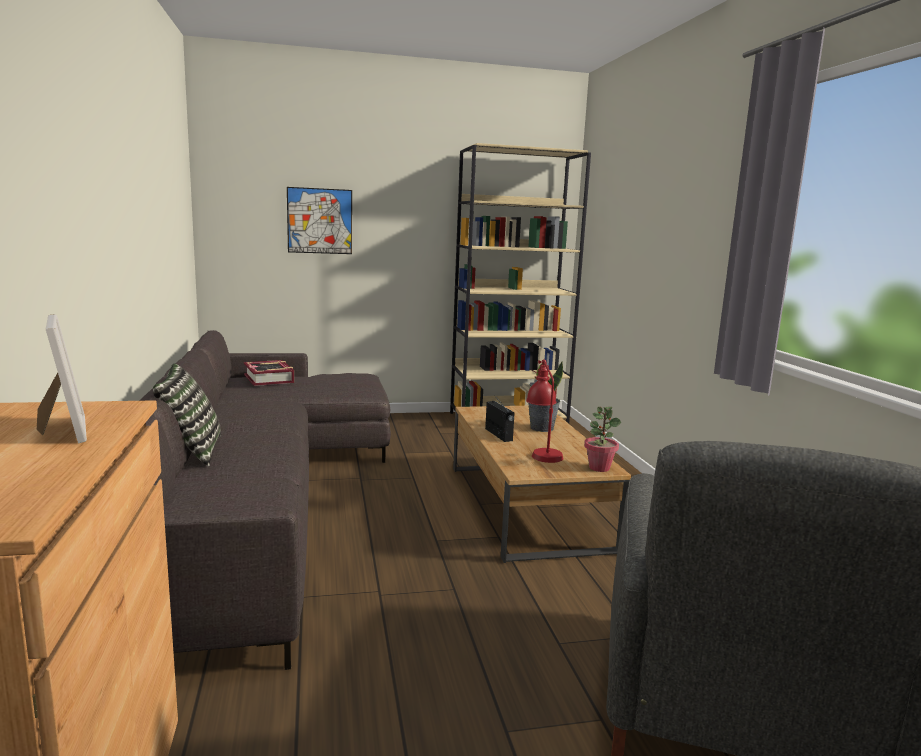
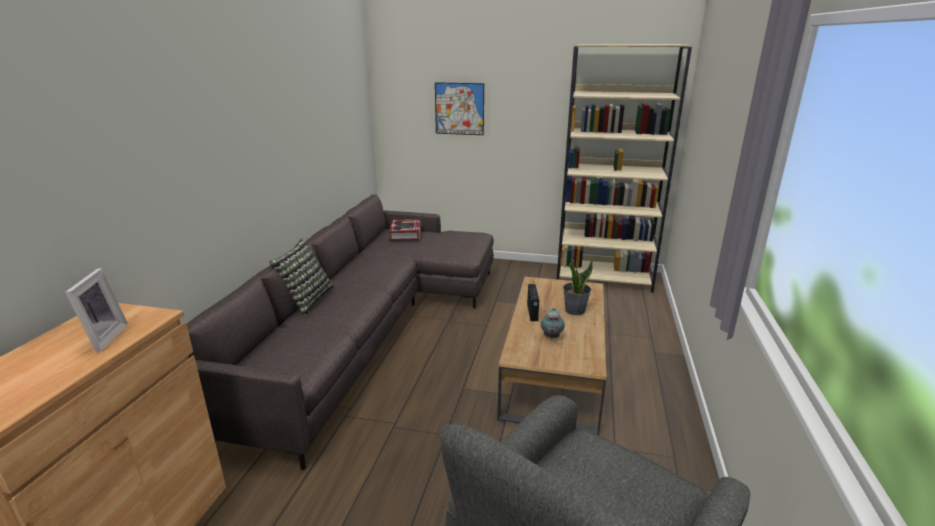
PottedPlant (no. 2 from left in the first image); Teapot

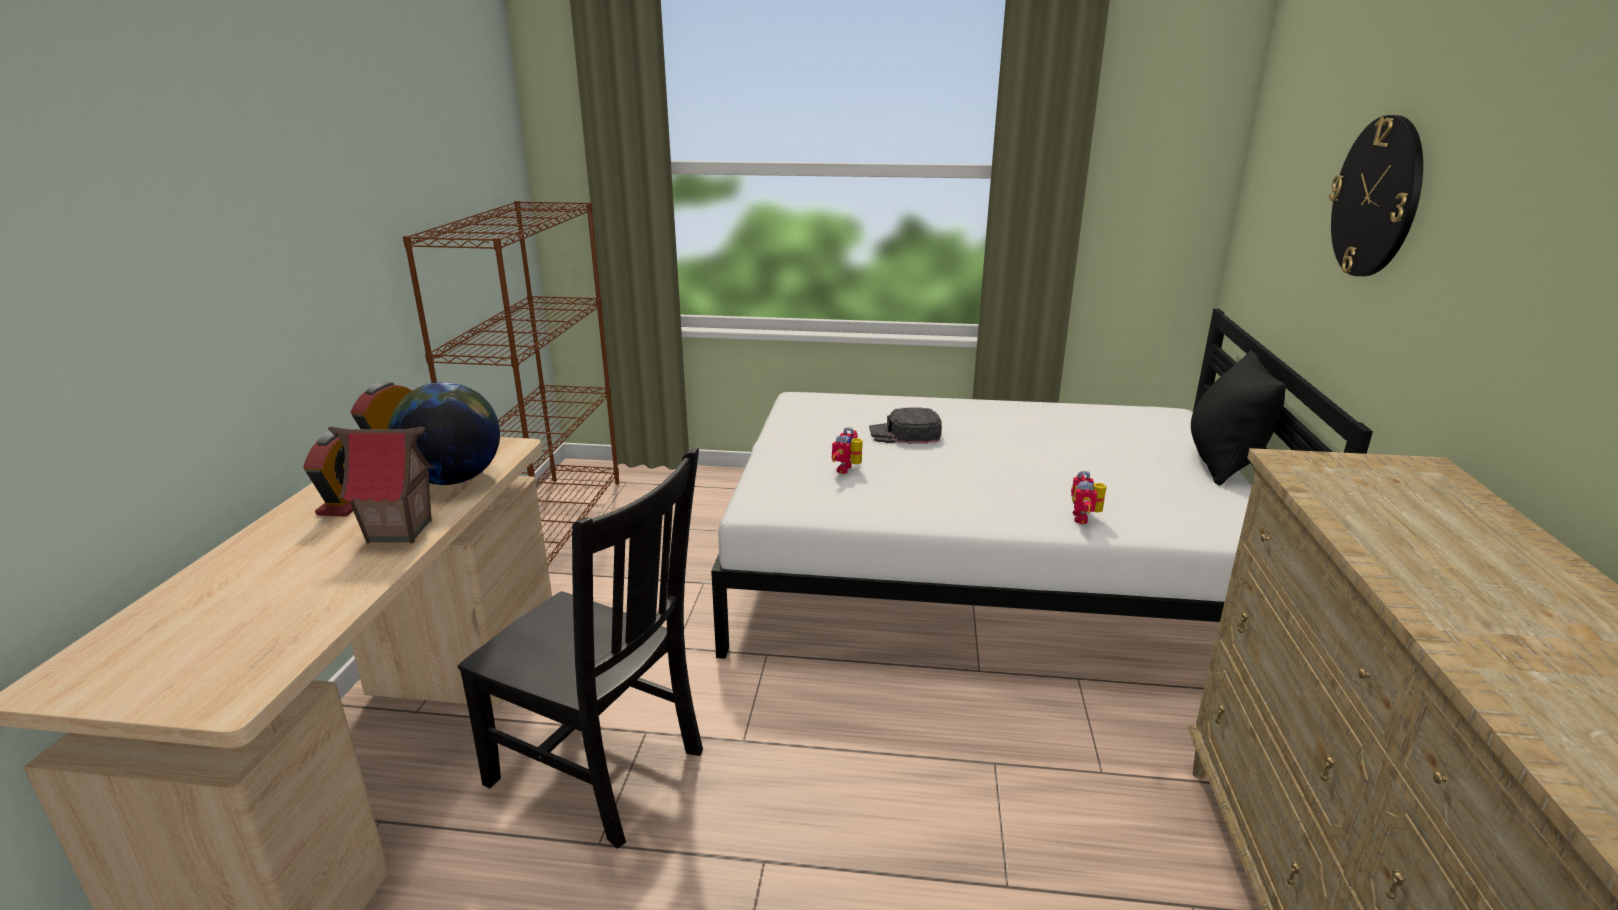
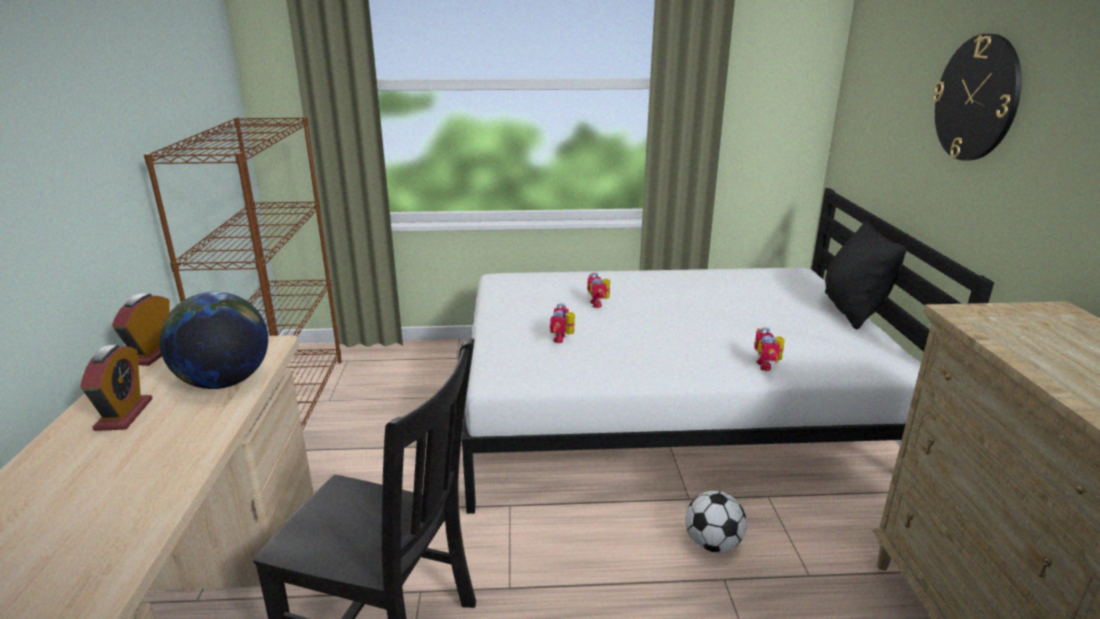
ToyHouse; Football; ToyRobot (no. 2 from left)

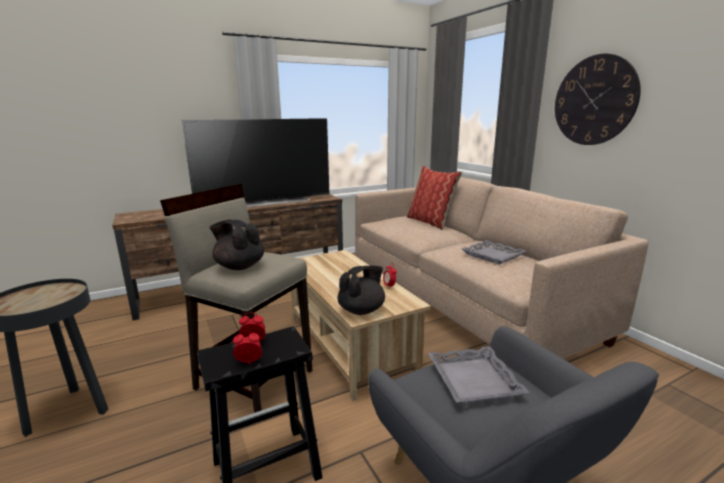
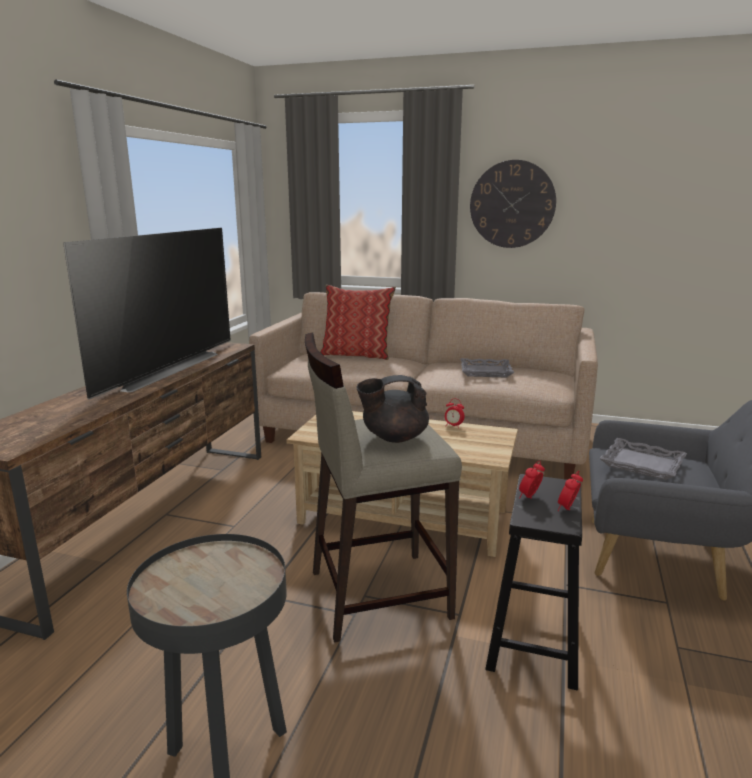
BlackTeapot (no. 2 from left in the first image)

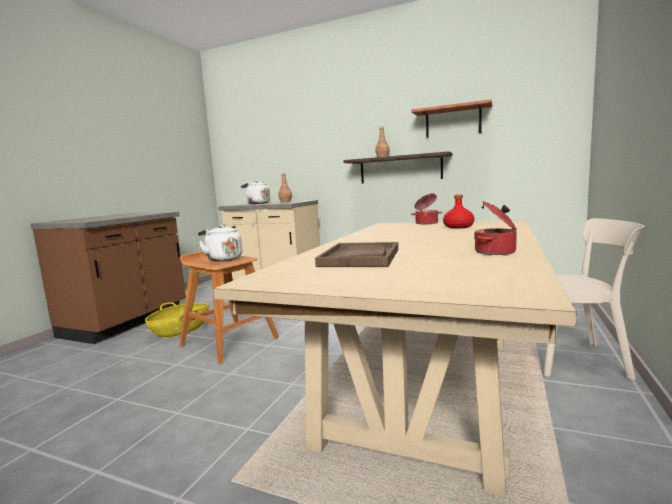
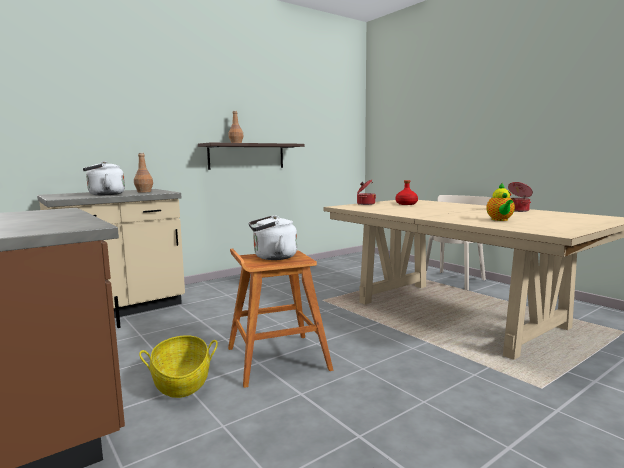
Shelf (no. 2 from left in the first image); Teapot

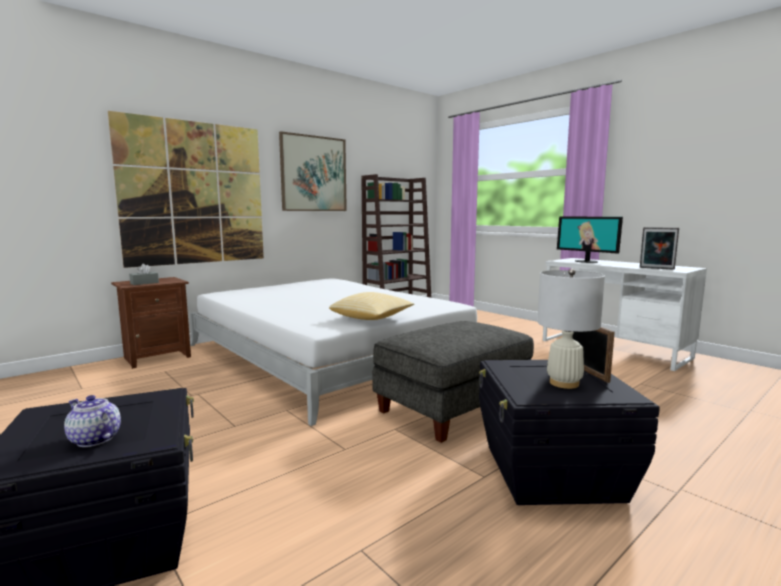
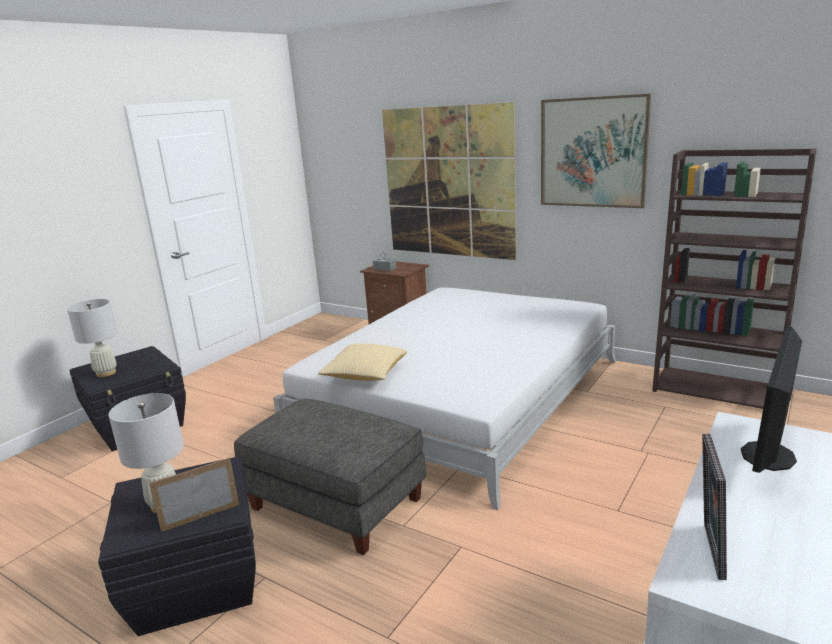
WhiteTableLamp (no. 1 from left)

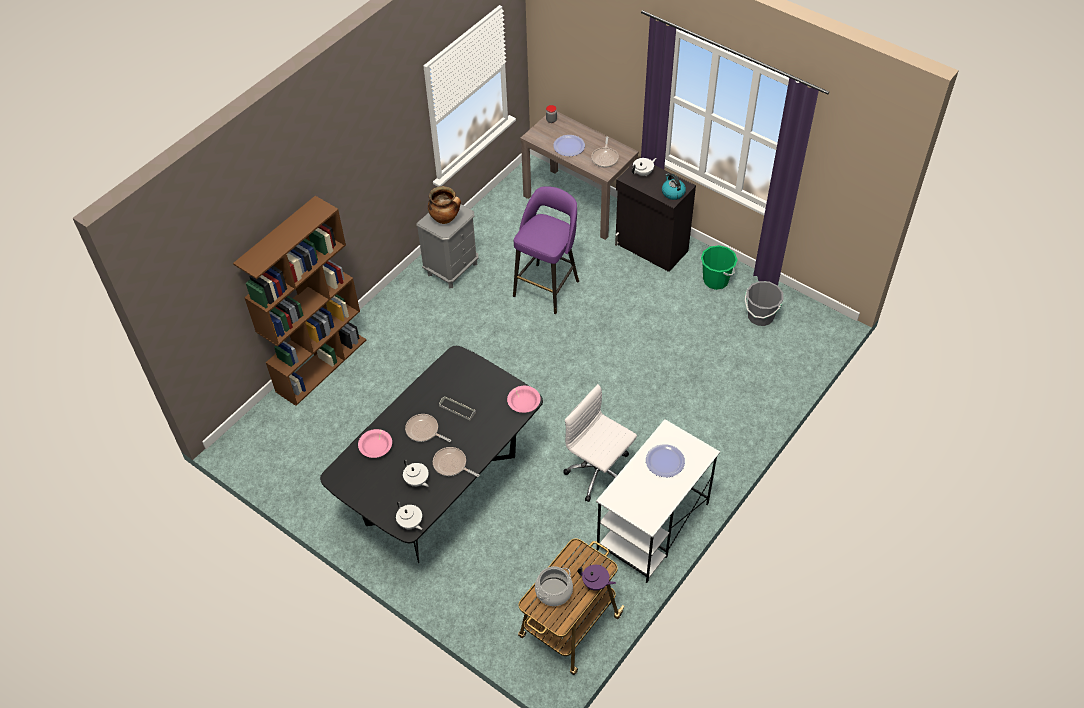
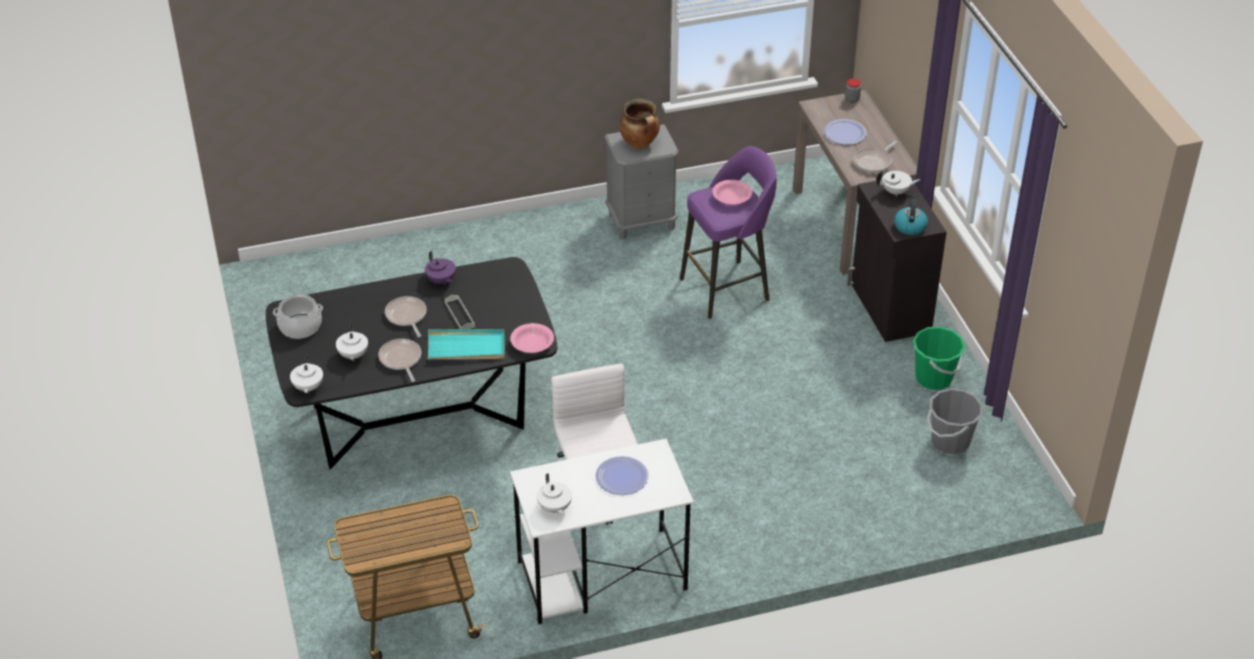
BrownBookcase; TurquoiseTray; WhiteTeapot (no. 3 from left); PinkBowl (no. 2 from left); CookingPot (no. 1 from left); PurpleTeapot

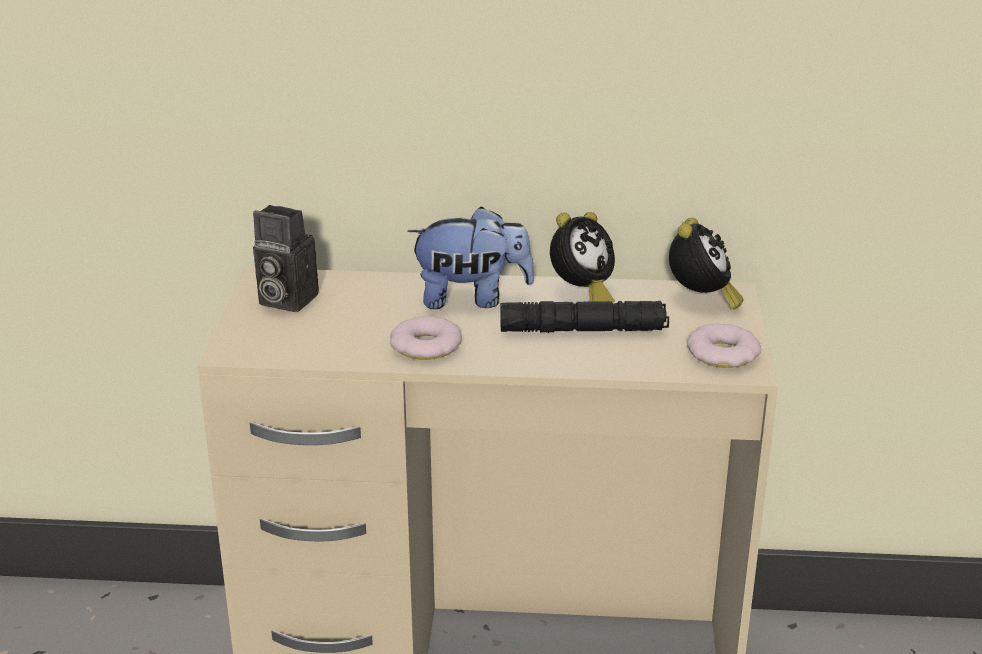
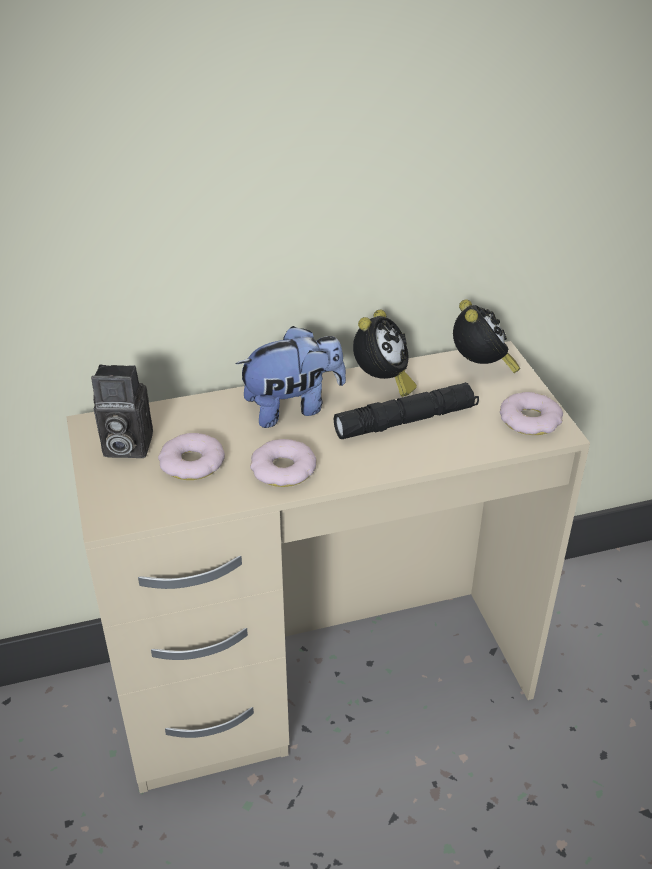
Donut (no. 1 from left)

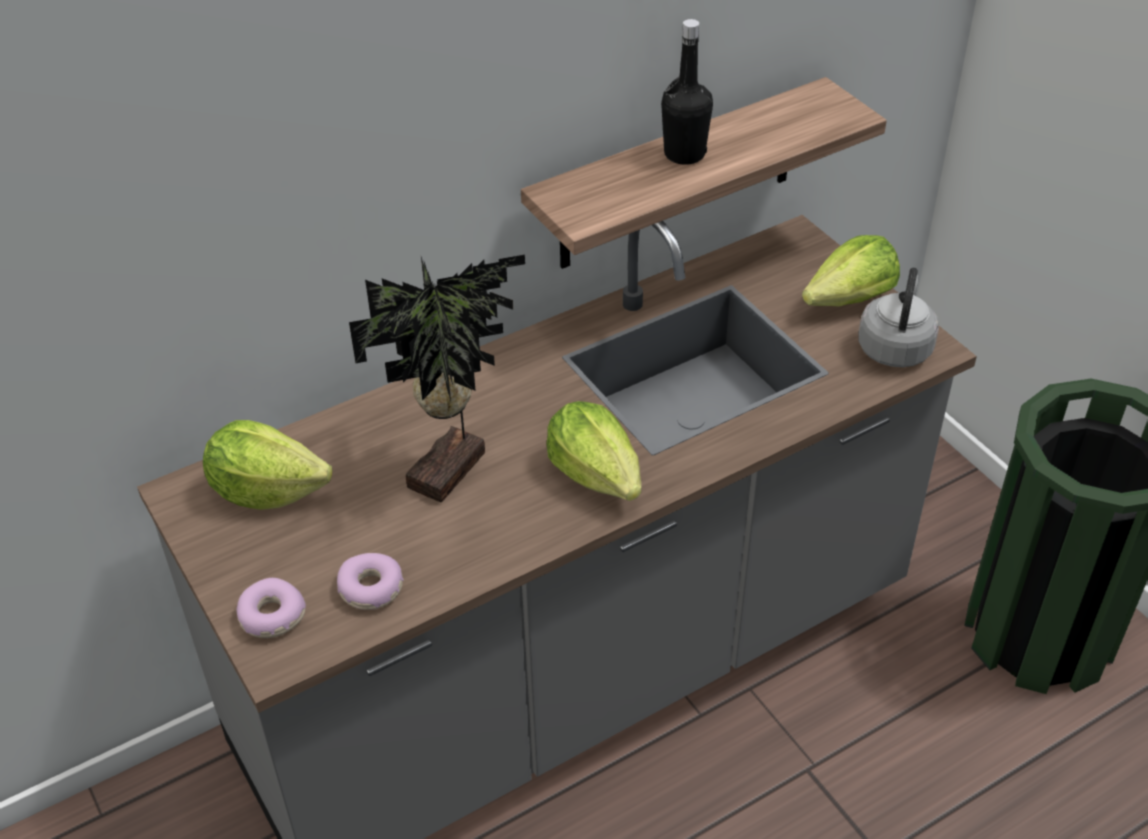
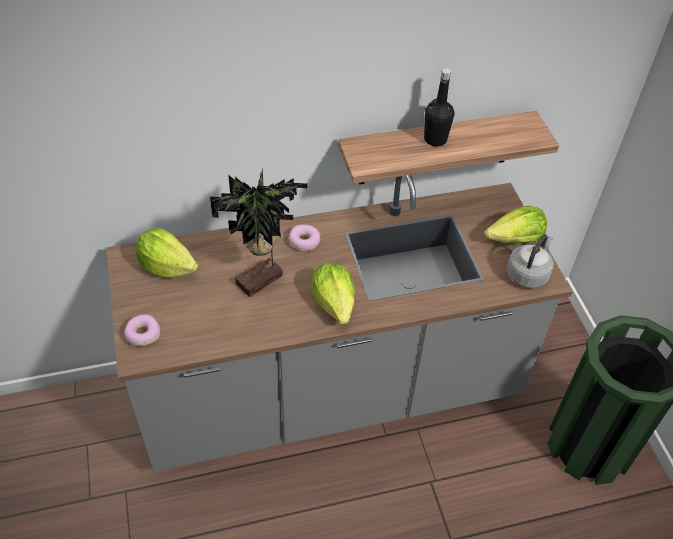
Donut (no. 2 from left)

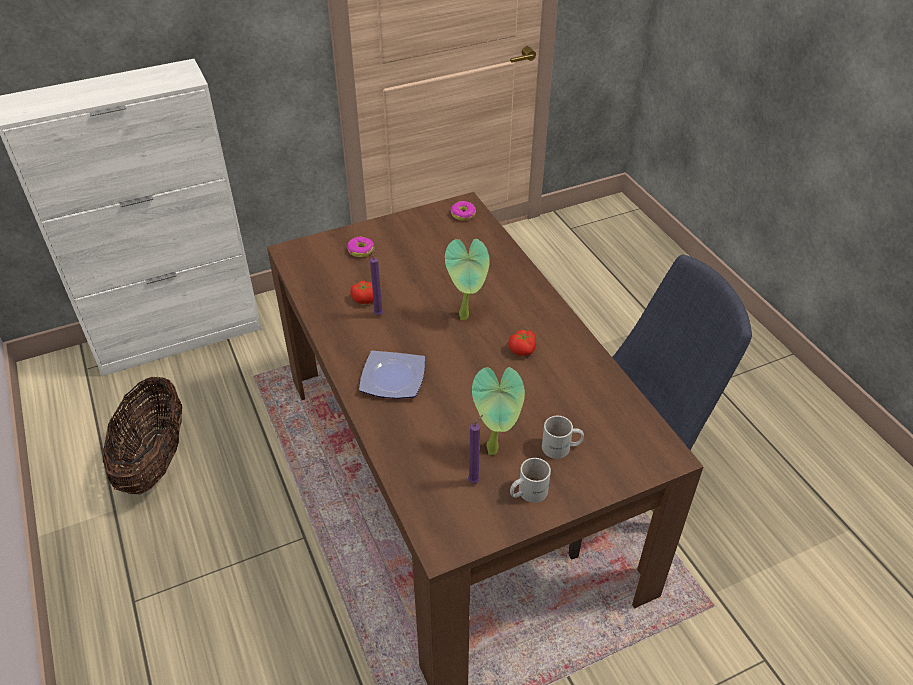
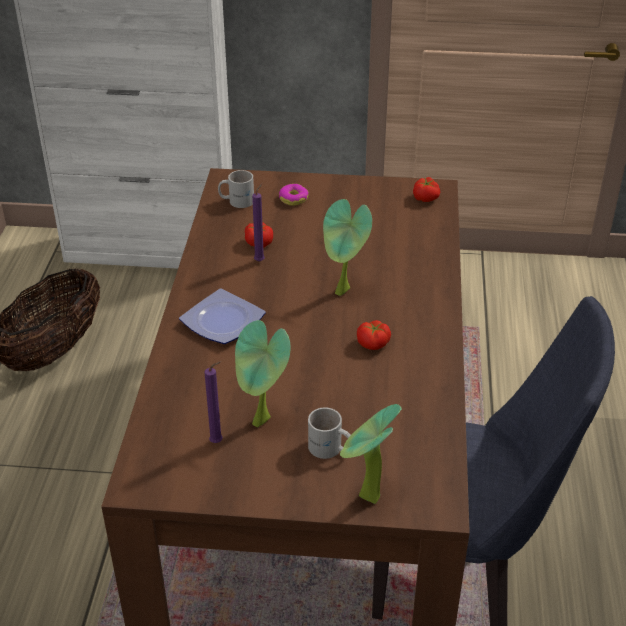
PottedPlant (no. 3 from left); WhiteMug (no. 1 from left); Tomato (no. 3 from left)

